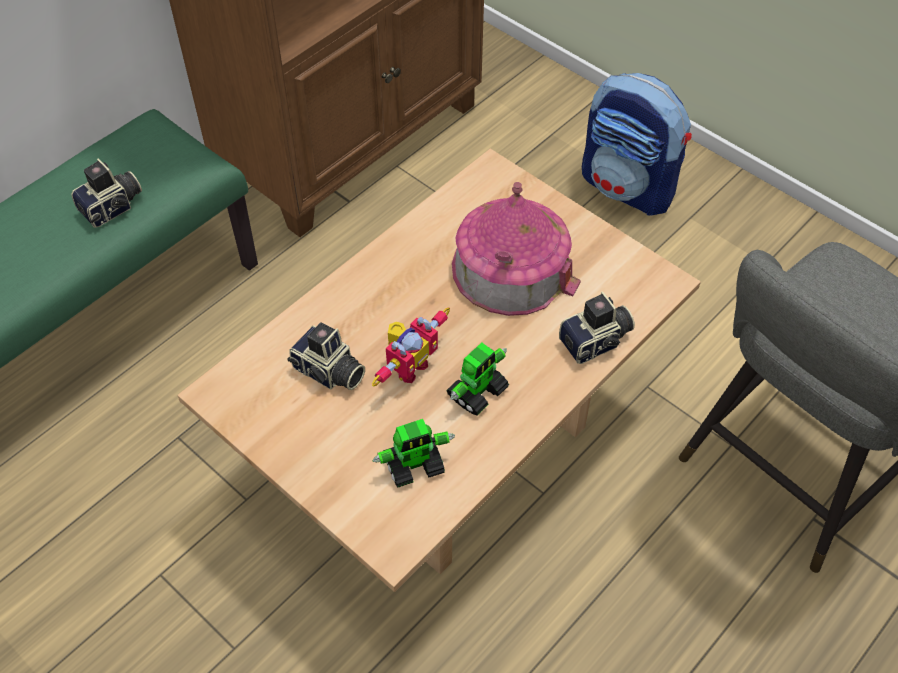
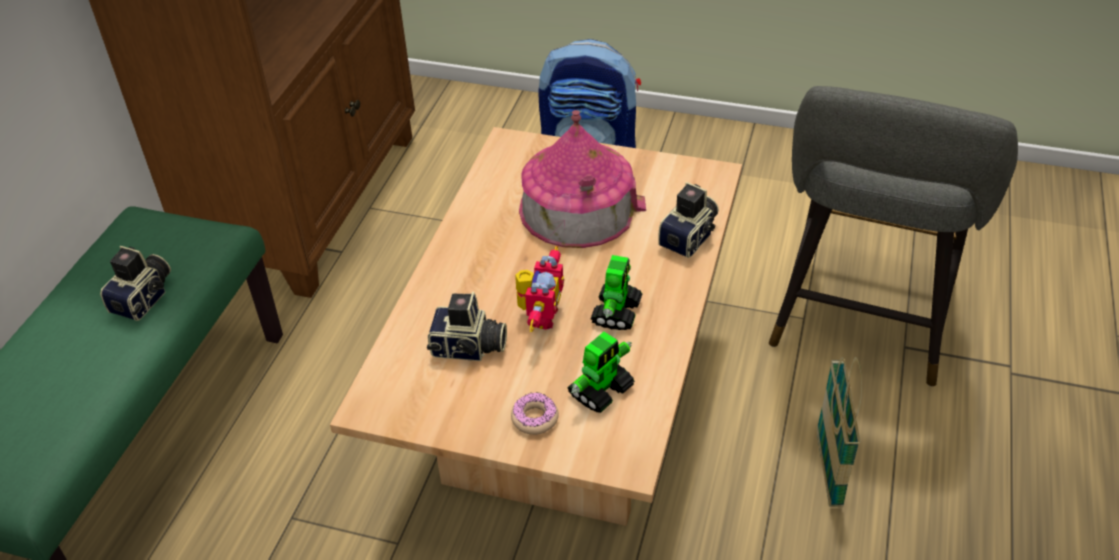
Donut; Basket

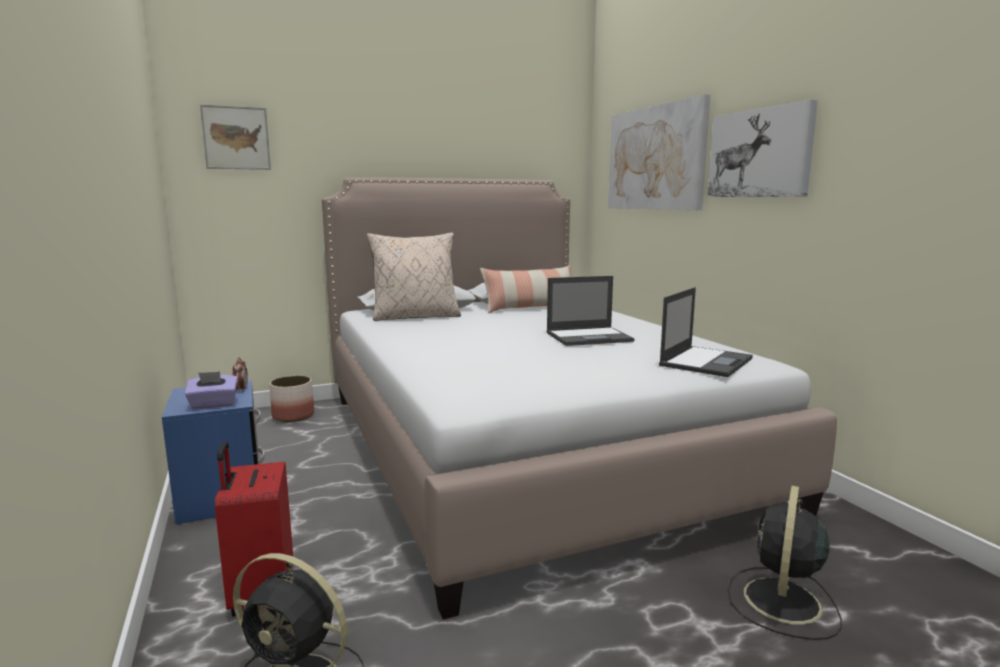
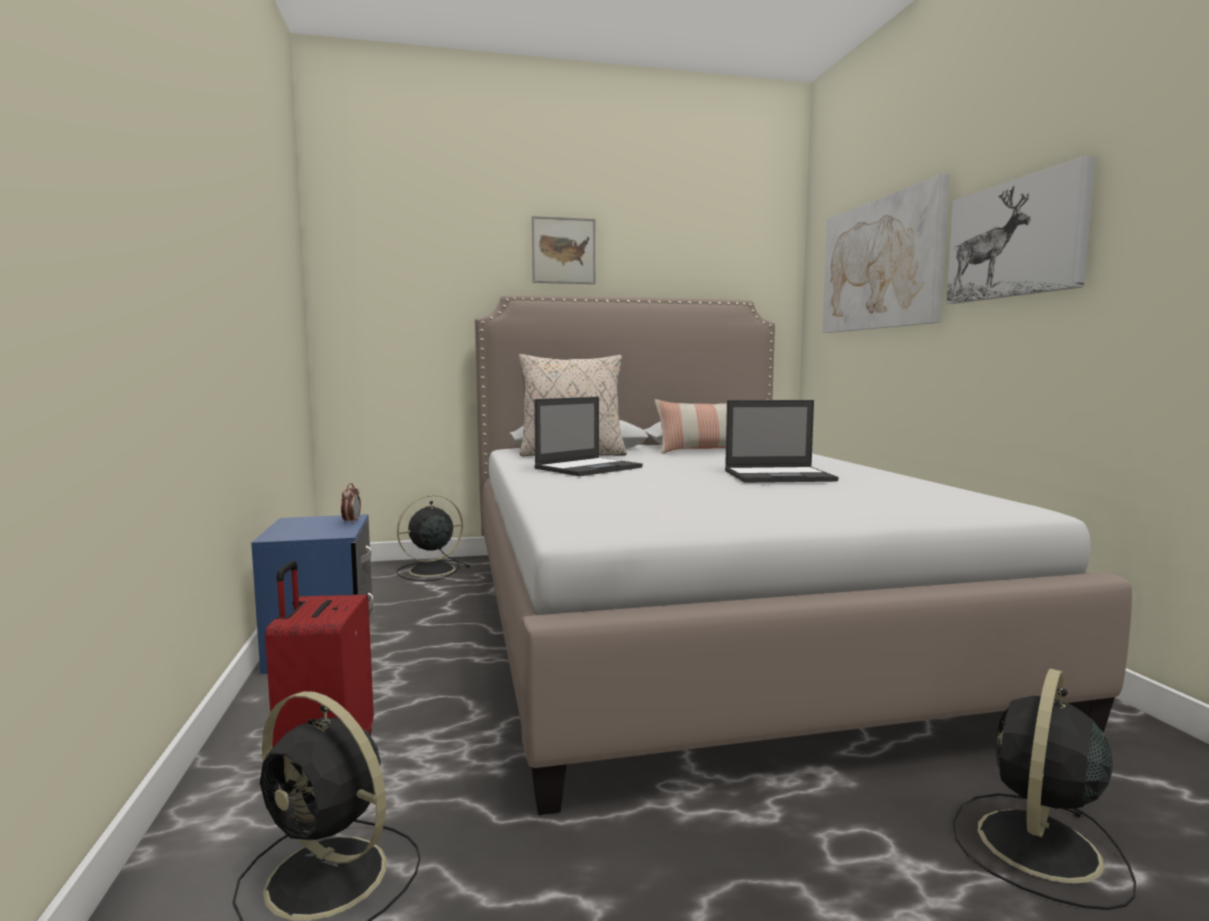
PurpleTissueBox; Picture (no. 1 from left); Laptop (no. 1 from left); BlackFan (no. 2 from left)

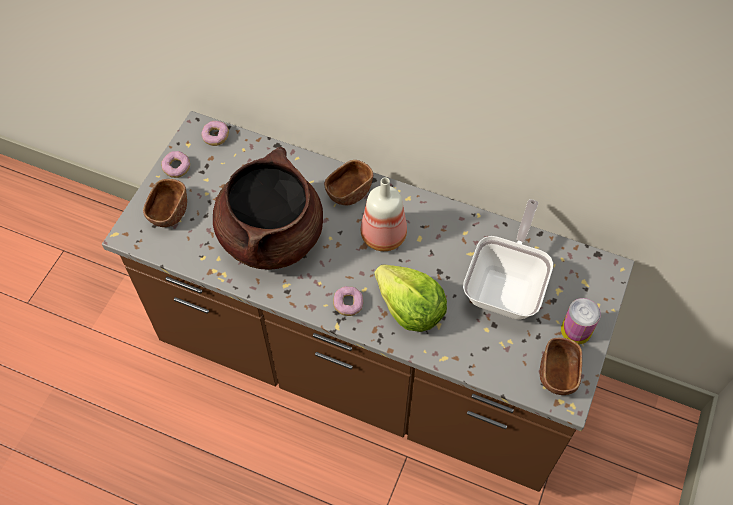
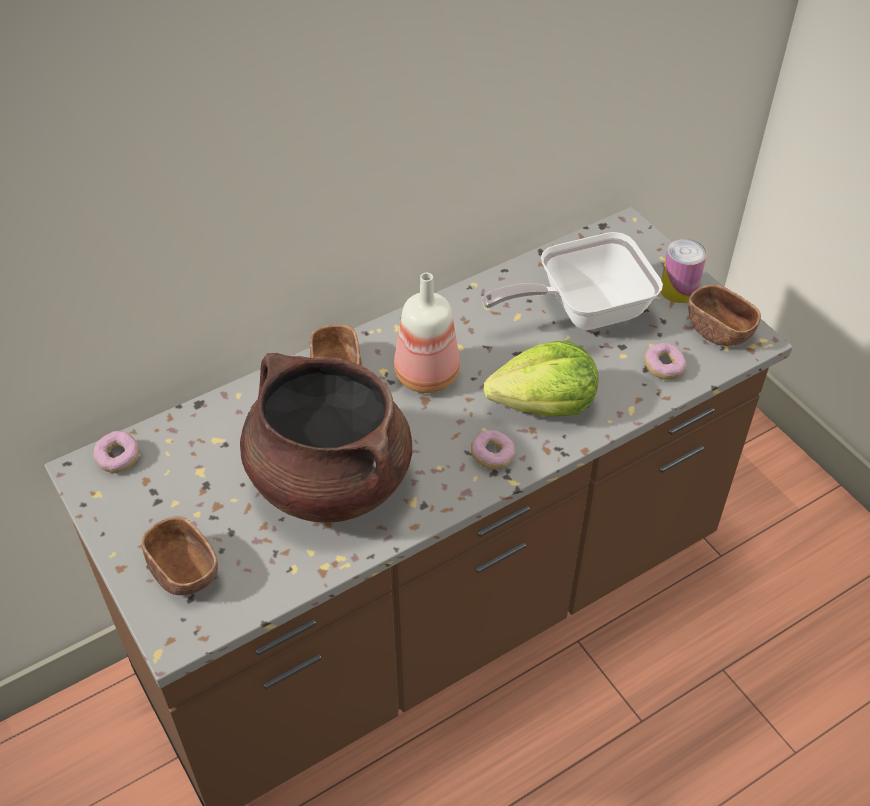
Donut (no. 3 from left); FryingPan

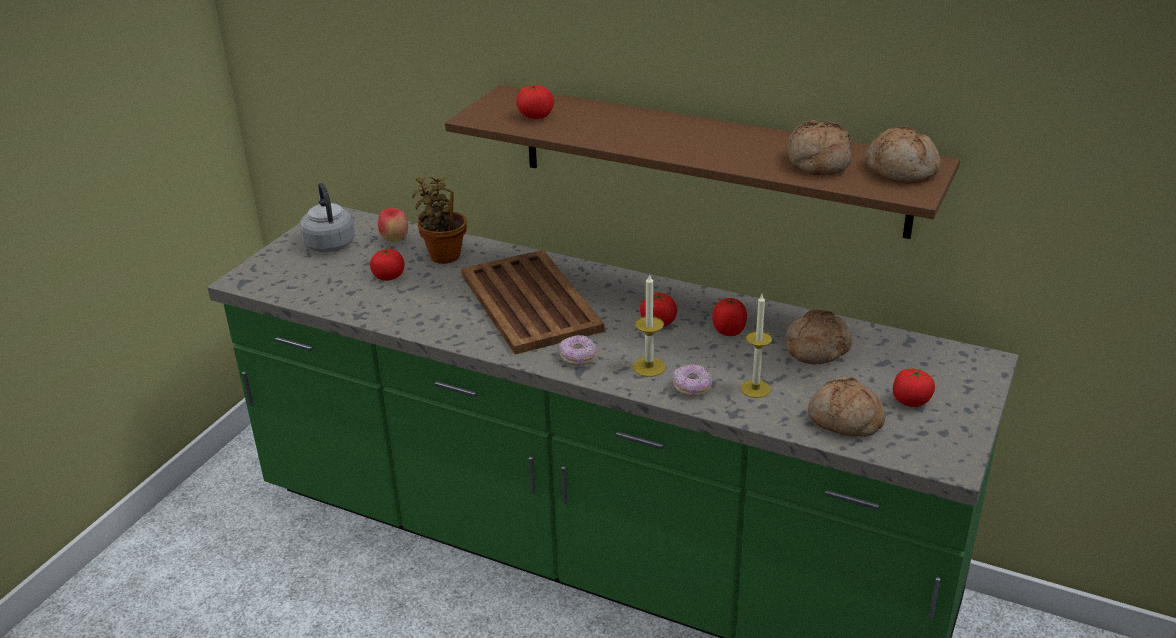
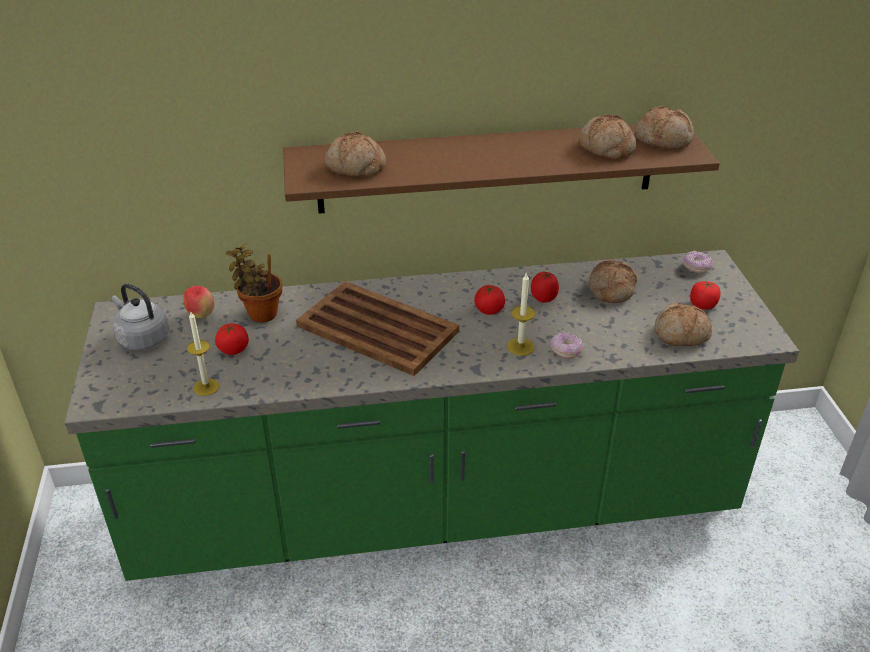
Donut (no. 2 from left); Candle (no. 1 from left); Bread (no. 1 from left)

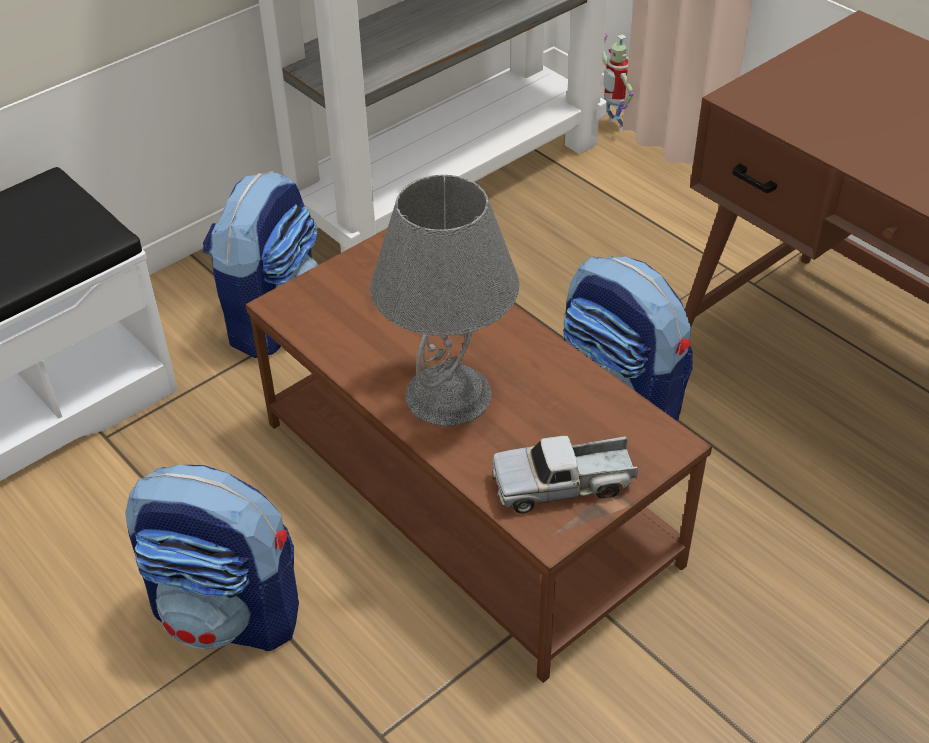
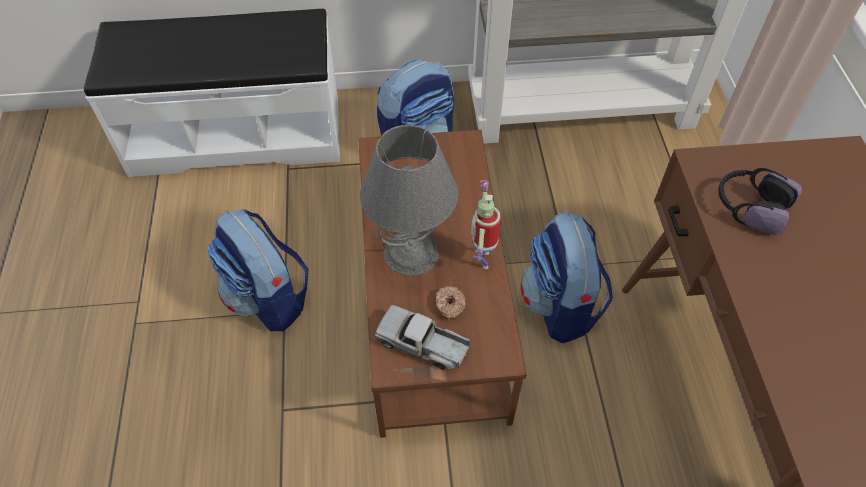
Donut; Headphones; ToyRobot

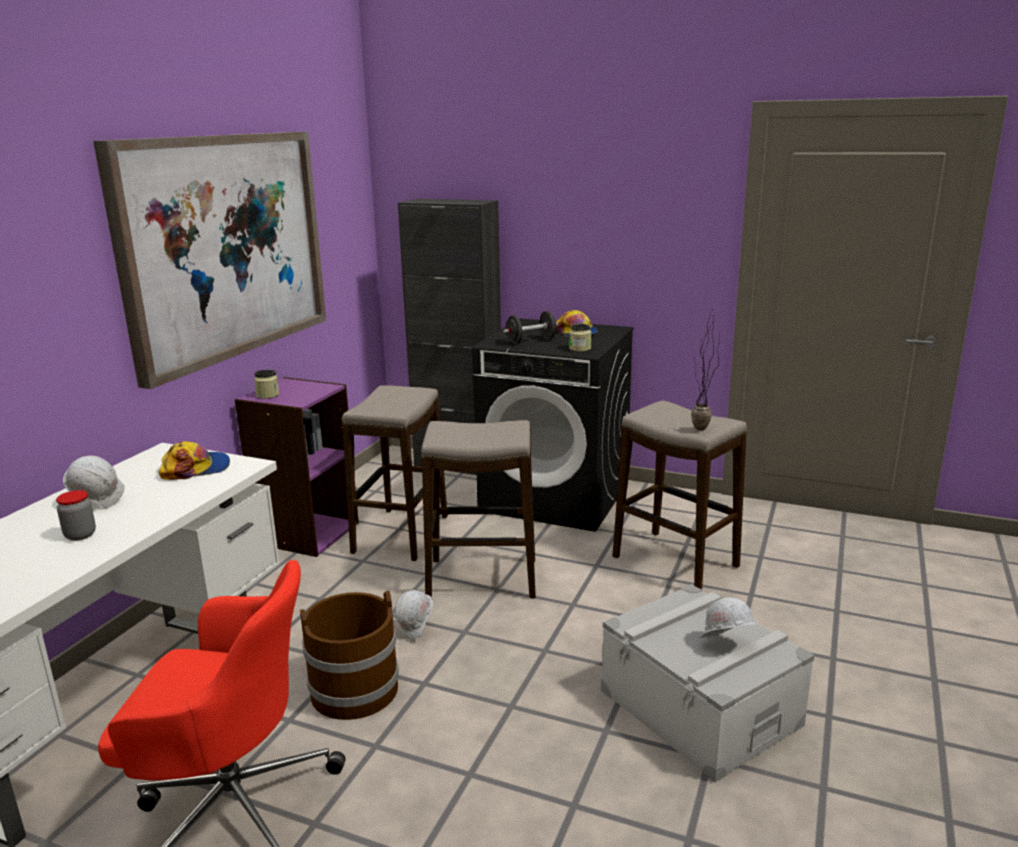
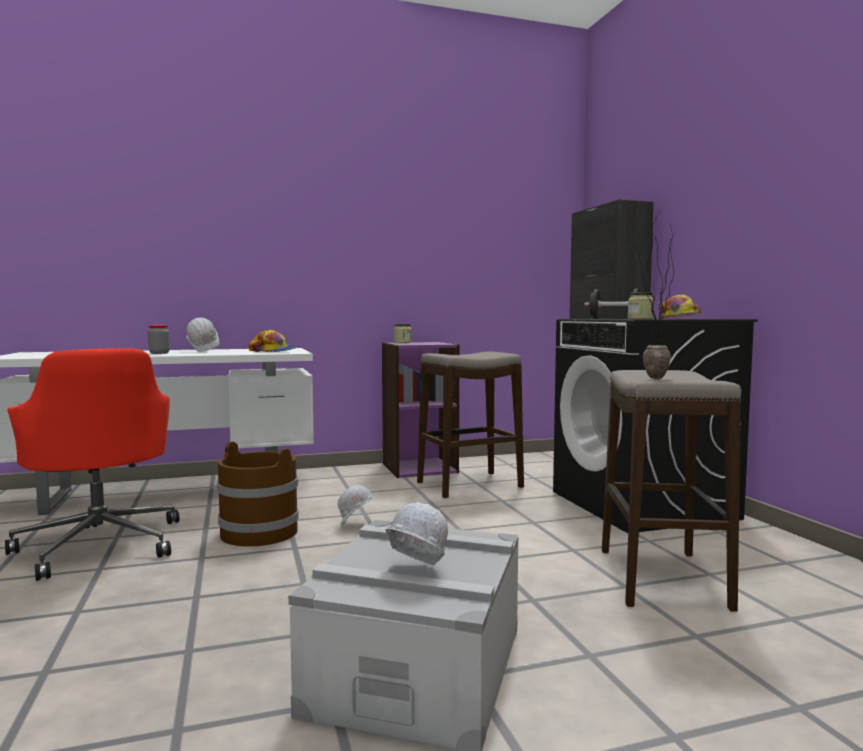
Picture; Stool (no. 2 from left in the first image)

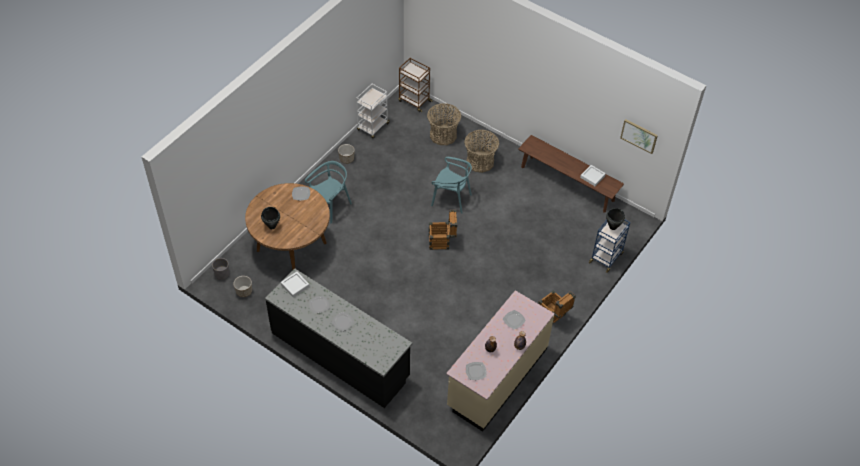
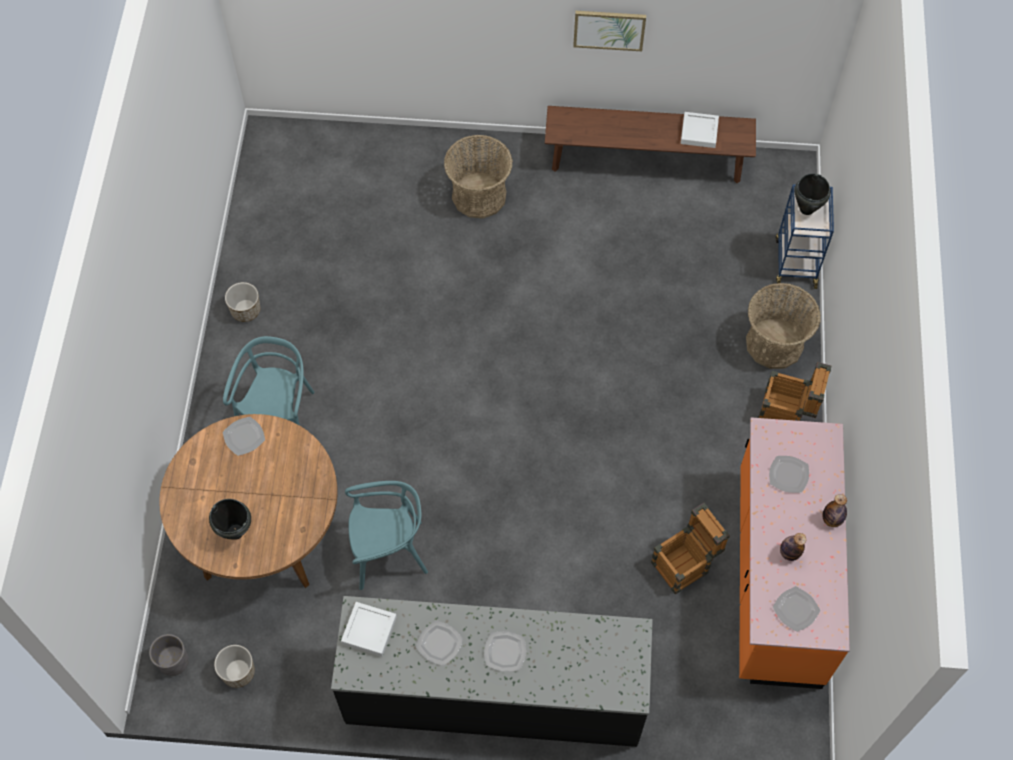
WhiteCart; BrownCart; Basket (no. 2 from left); Crate (no. 1 from left); TurquoiseChair (no. 2 from left); Picture; OrangeCounter

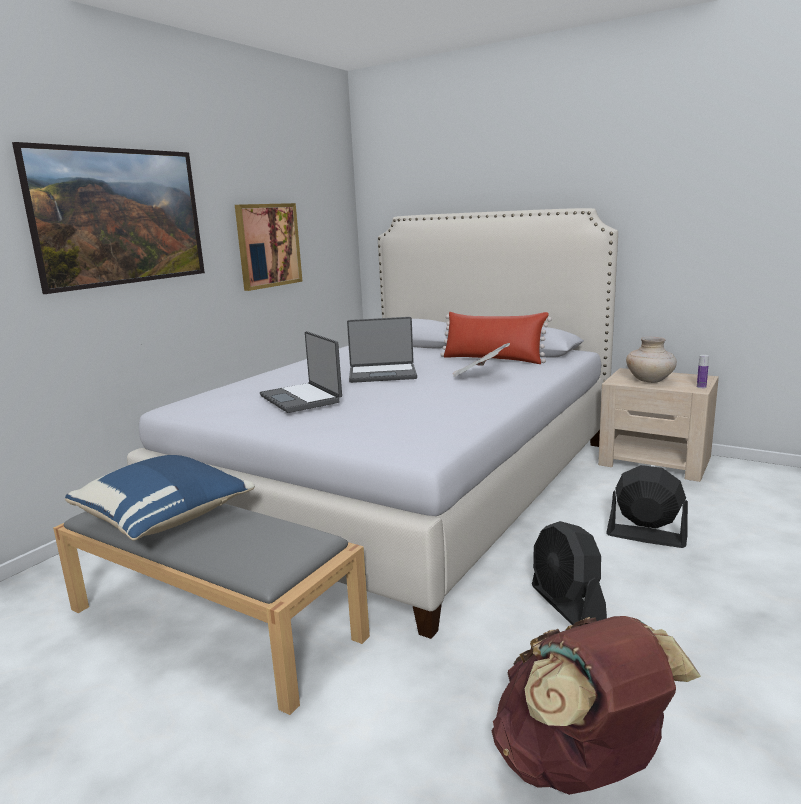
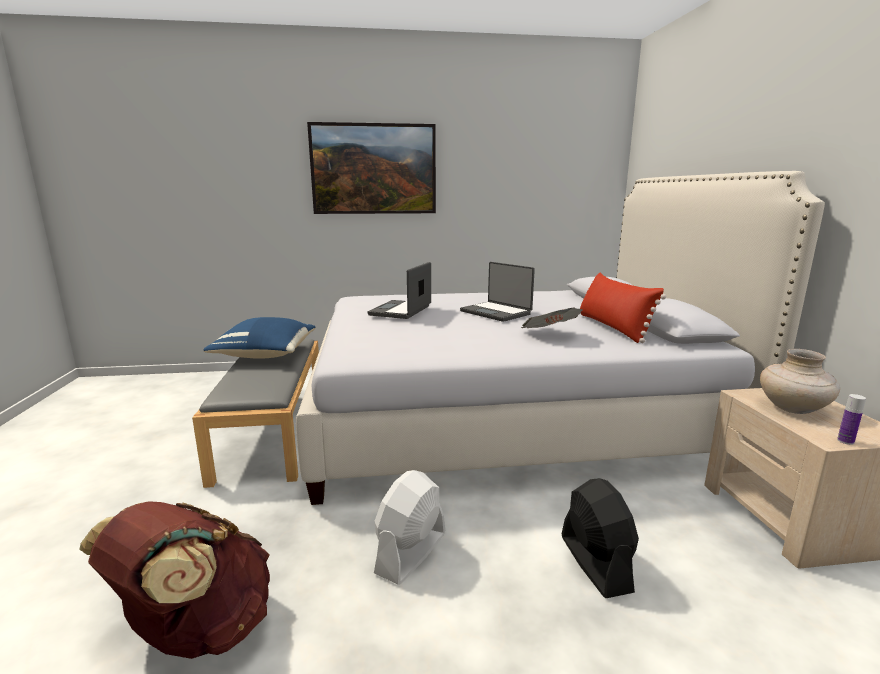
Picture (no. 2 from left in the first image); WhiteFan

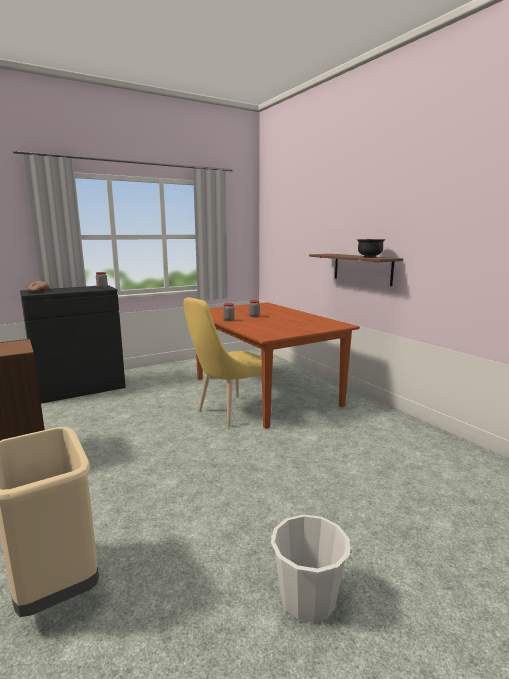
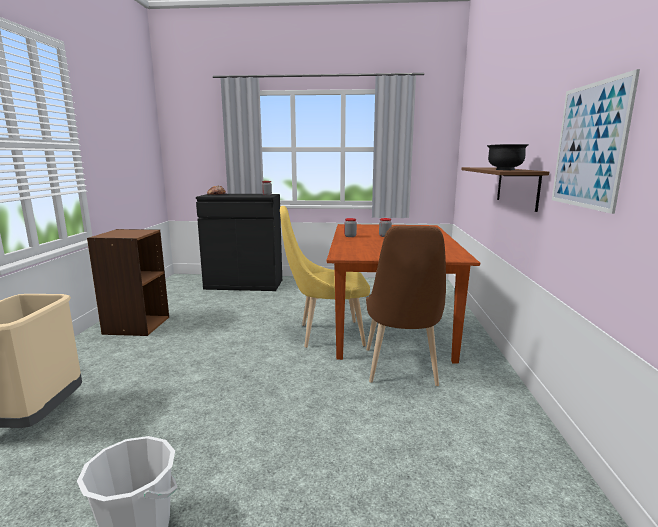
BrownChair; Picture

